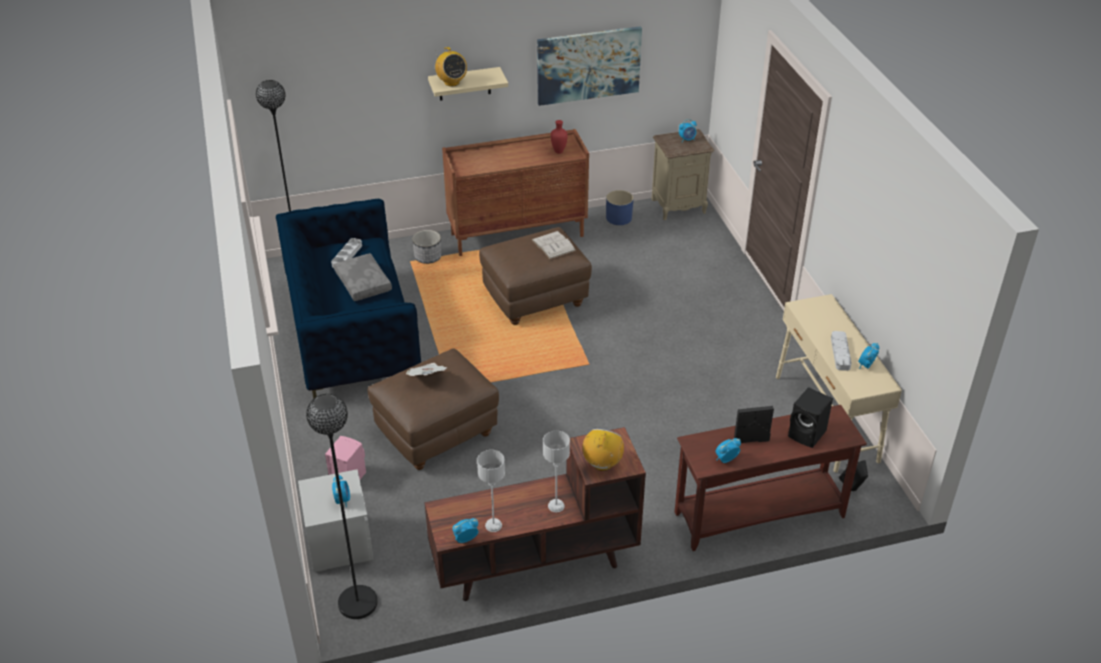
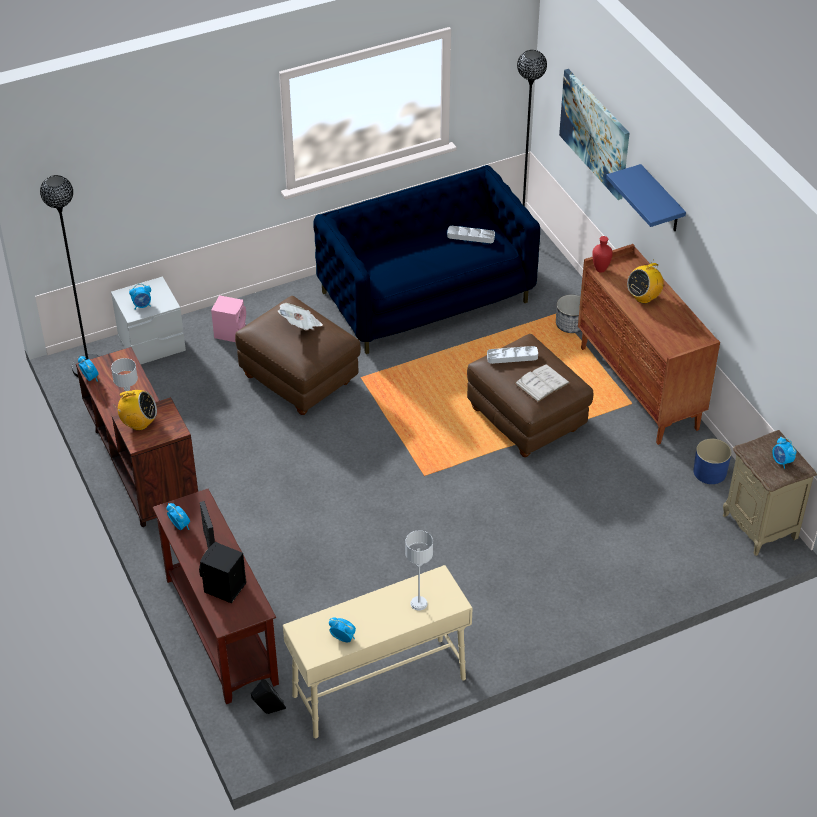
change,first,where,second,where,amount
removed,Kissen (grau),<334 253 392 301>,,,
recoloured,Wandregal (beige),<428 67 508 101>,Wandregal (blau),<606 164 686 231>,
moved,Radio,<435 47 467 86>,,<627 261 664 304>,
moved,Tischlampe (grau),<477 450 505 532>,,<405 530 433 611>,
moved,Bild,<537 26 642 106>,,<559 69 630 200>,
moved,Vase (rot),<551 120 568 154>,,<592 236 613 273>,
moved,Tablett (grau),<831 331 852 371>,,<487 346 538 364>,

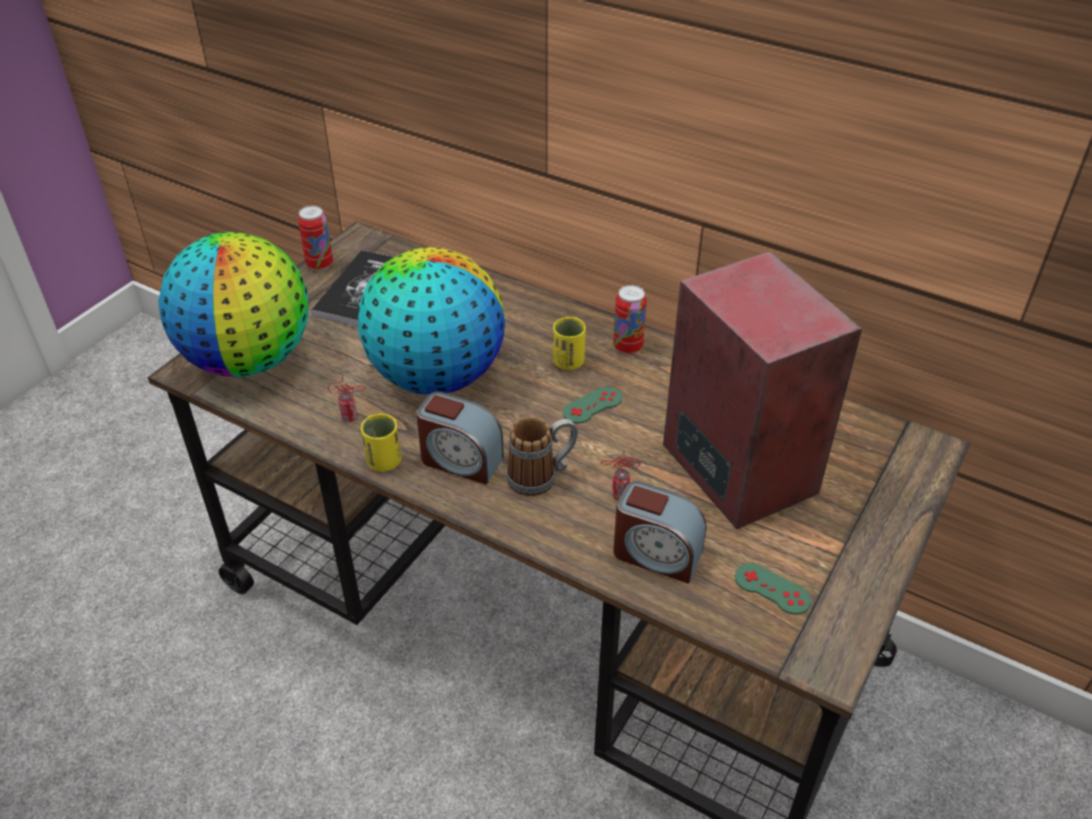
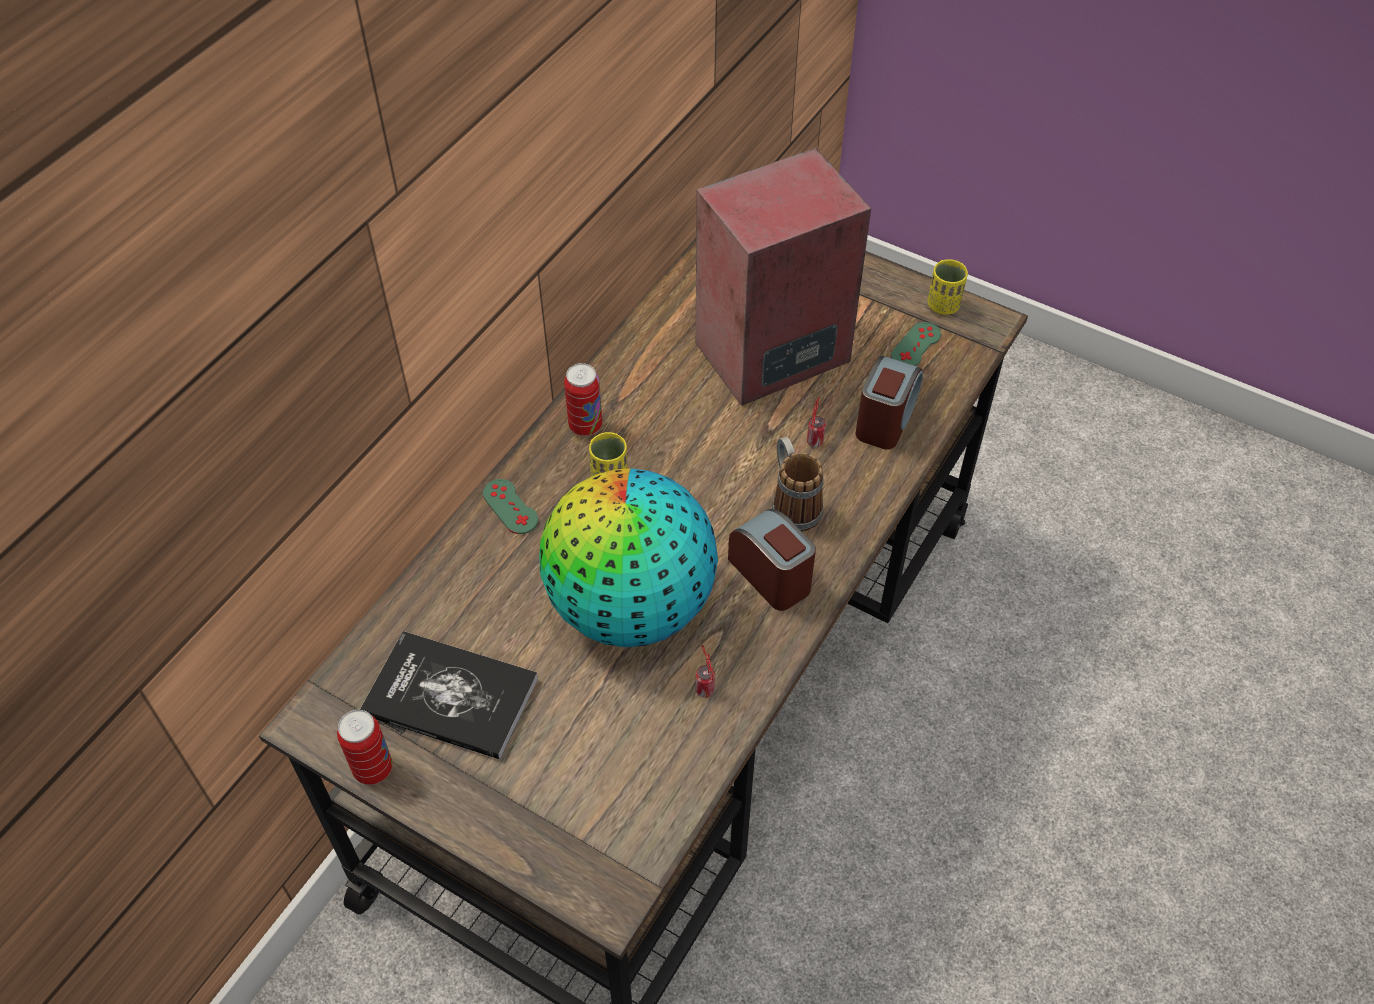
change,first,where,second,where,amount
removed,Globus,<158 232 308 377>,,,
moved,Tasse (gelb),<361 414 401 472>,,<927 259 968 315>,
turned,Wecker,<416 392 504 484>,,<728 509 816 611>,60 degrees counterclockwise
moved,Gamepad (grün),<562 387 622 424>,,<483 479 538 534>,

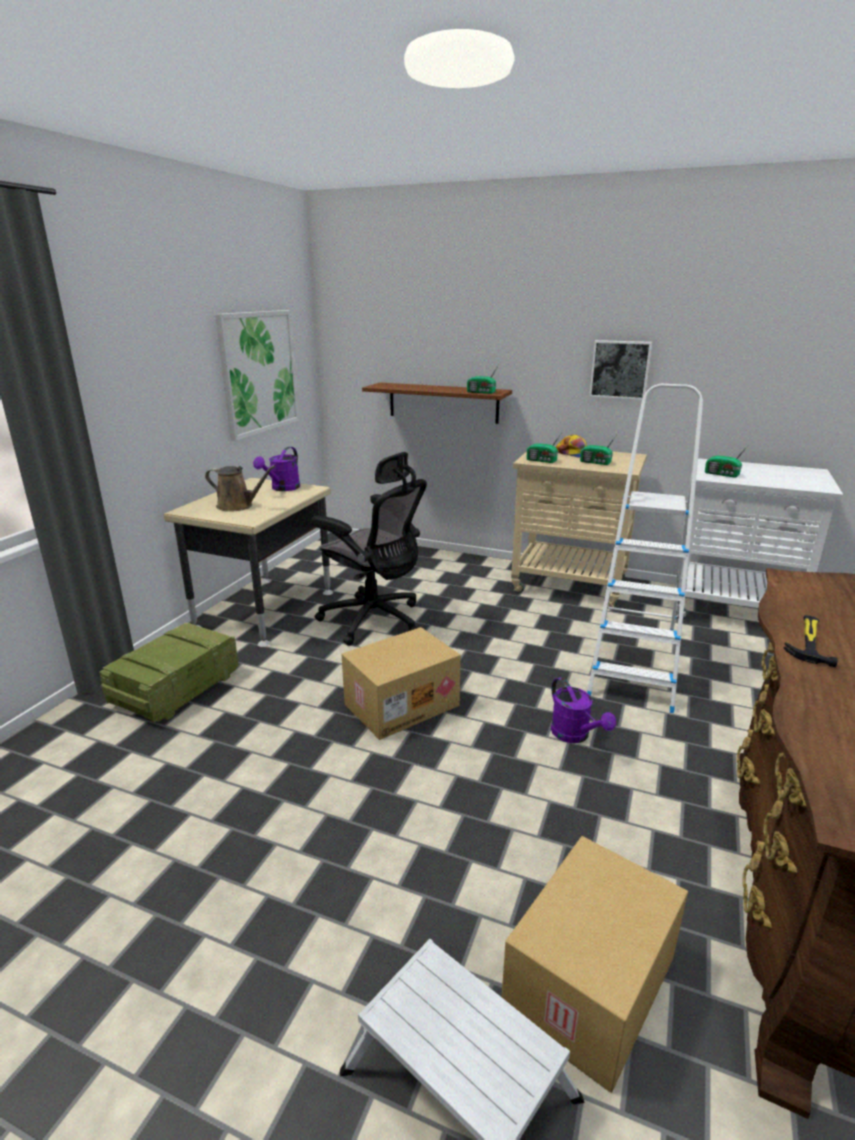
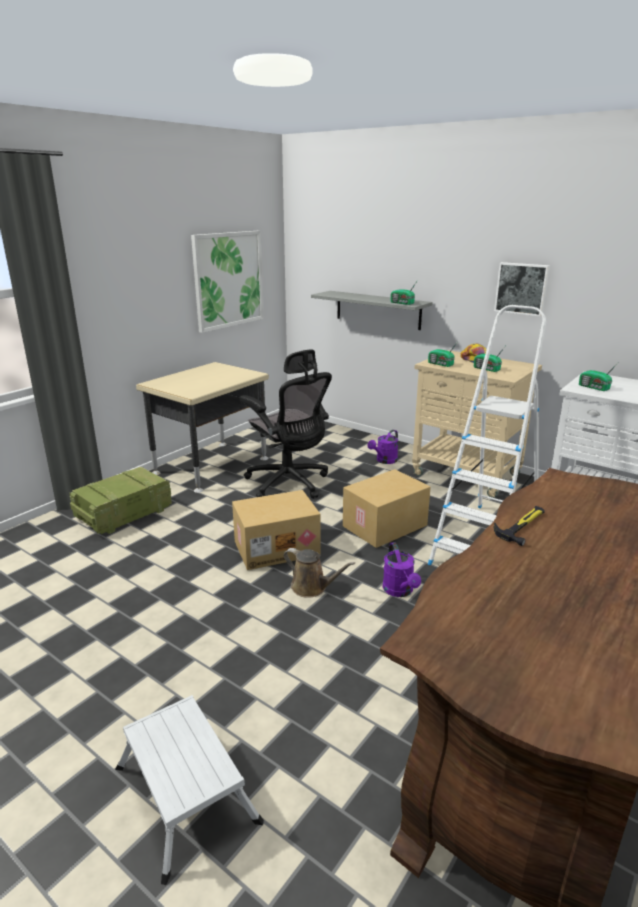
change,first,where,second,where,amount
moved,Gießkanne (braun),<205 465 276 512>,,<284 548 355 598>,
moved,Gießkanne (lila),<253 447 300 491>,,<368 430 398 464>,
recoloured,Wandregal (braun),<362 382 512 424>,Wandregal (grau),<311 291 433 330>,
moved,Karton,<502 836 688 1093>,,<343 469 431 548>,

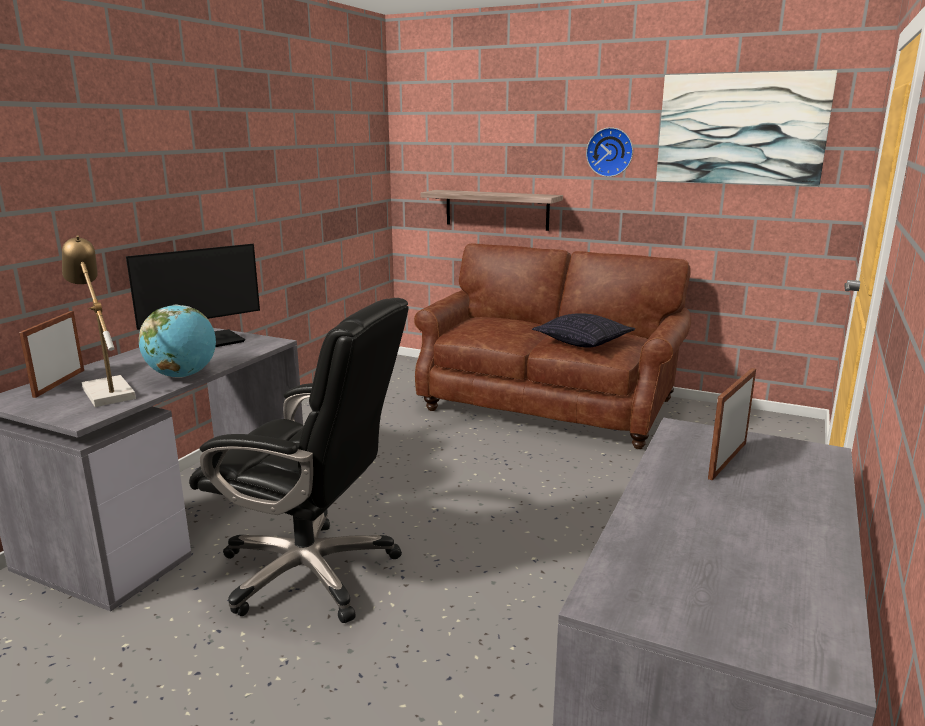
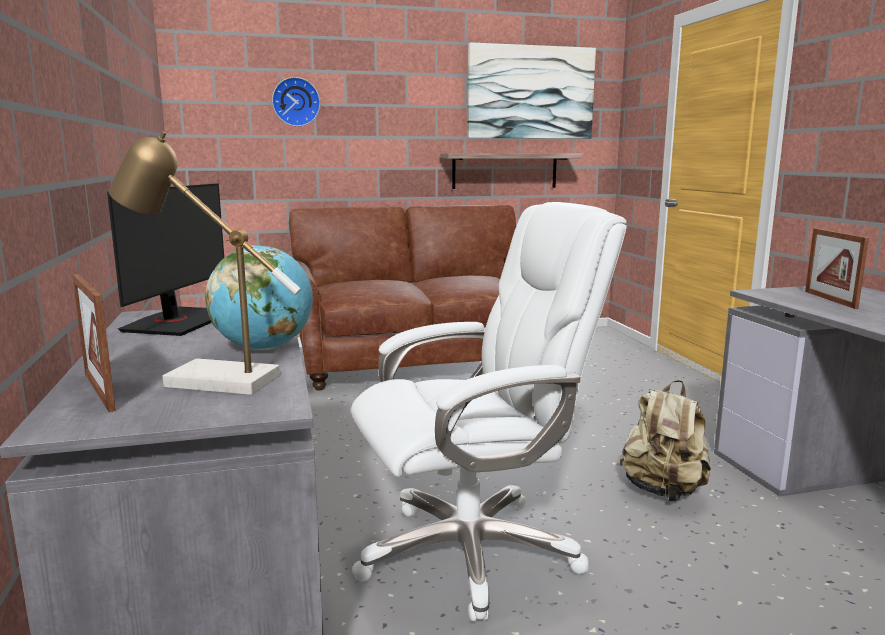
change,first,where,second,where,amount
recoloured,Bürostuhl (schwarz),<189 298 409 623>,Bürostuhl (weiß),<351 202 627 622>,
moved,Wandregal,<421 190 563 231>,,<440 153 582 189>,
removed,Kissen,<532 313 635 348>,,,
moved,Wanduhr,<586 127 633 177>,,<272 77 320 127>,
added,,,Rucksack (beige),<620 380 711 501>,

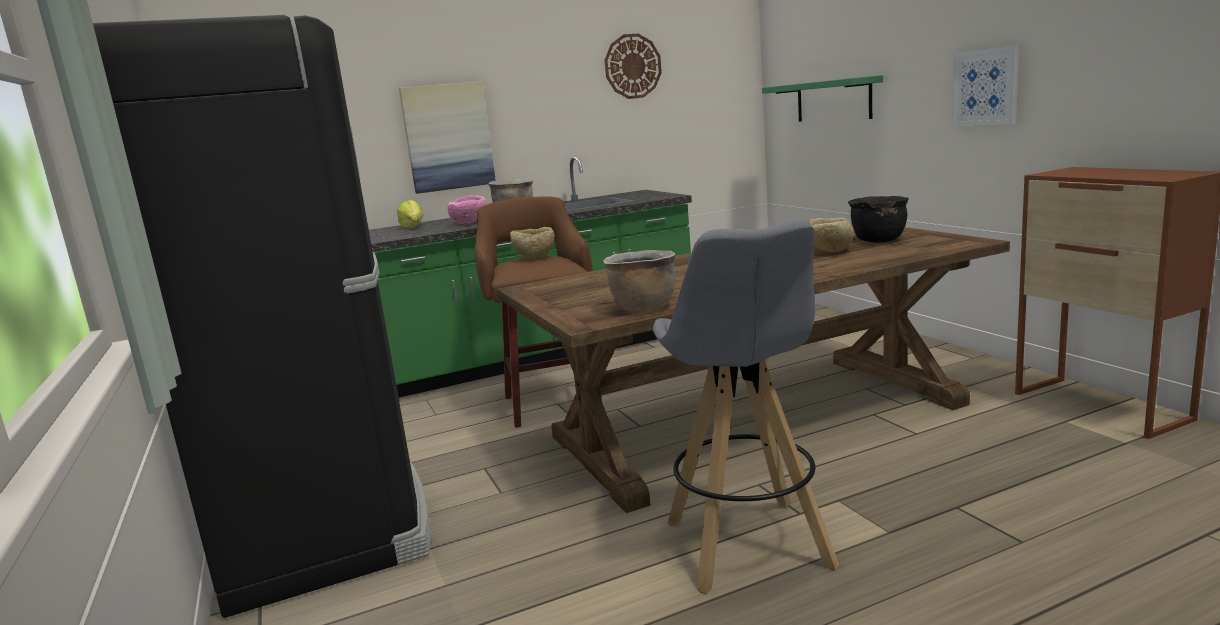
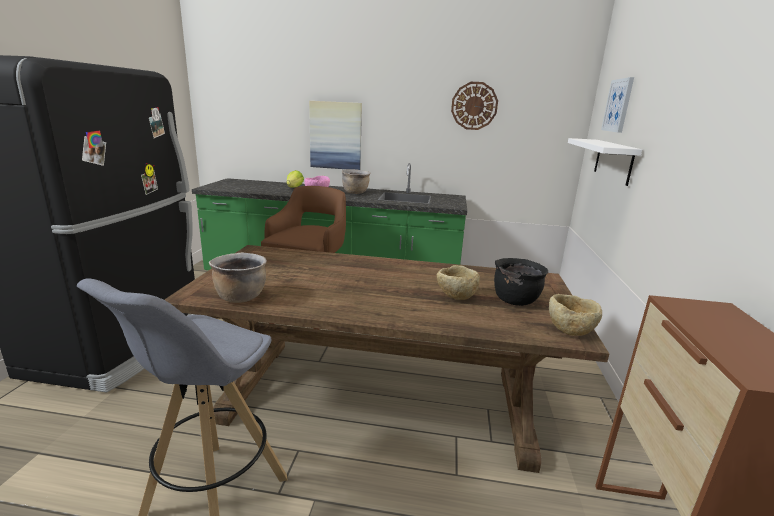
change,first,where,second,where,amount
moved,Schüssel (beige),<510 227 555 259>,,<549 294 602 336>,
recoloured,Wandregal (grün),<762 75 883 122>,Wandregal (weiß),<568 138 642 186>,
moved,Bild,<952 45 1019 126>,,<601 77 634 133>,

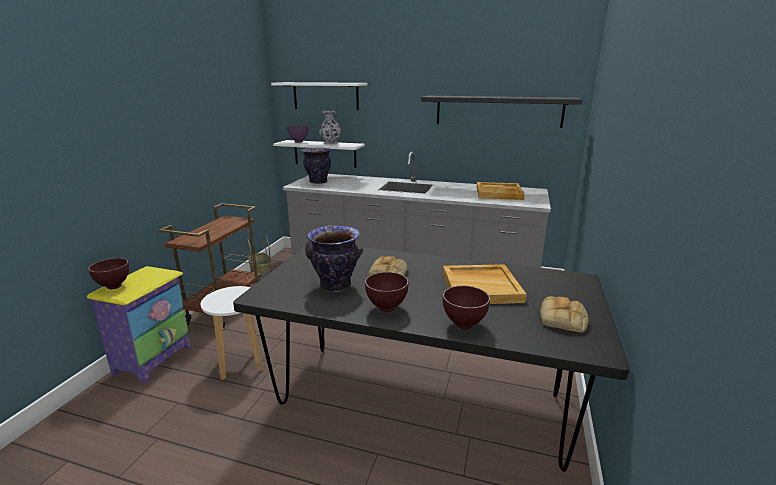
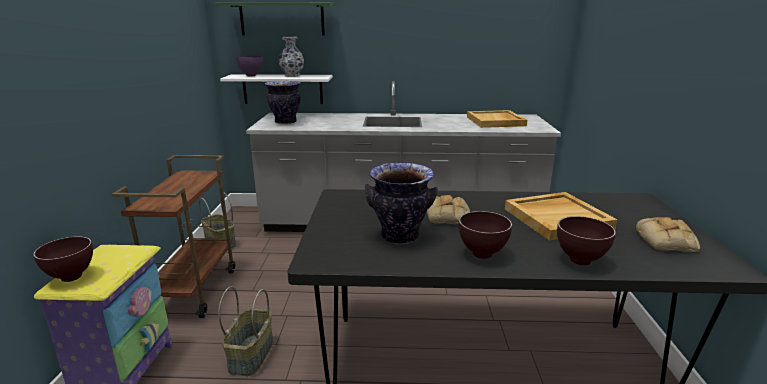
change,first,where,second,where,amount
replaced,Hocker (weiß),<201 286 262 380>,Korb,<218 286 273 376>,
recoloured,Wandregal (weiß),<271 82 368 110>,Wandregal (grün),<216 2 335 35>,
removed,Wandregal (schwarz),<421 96 582 128>,,,

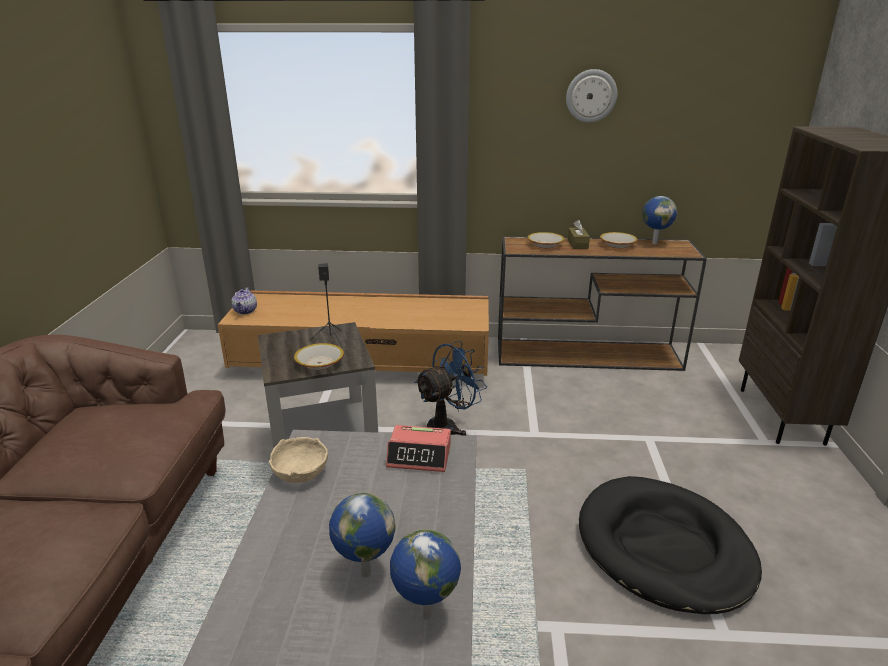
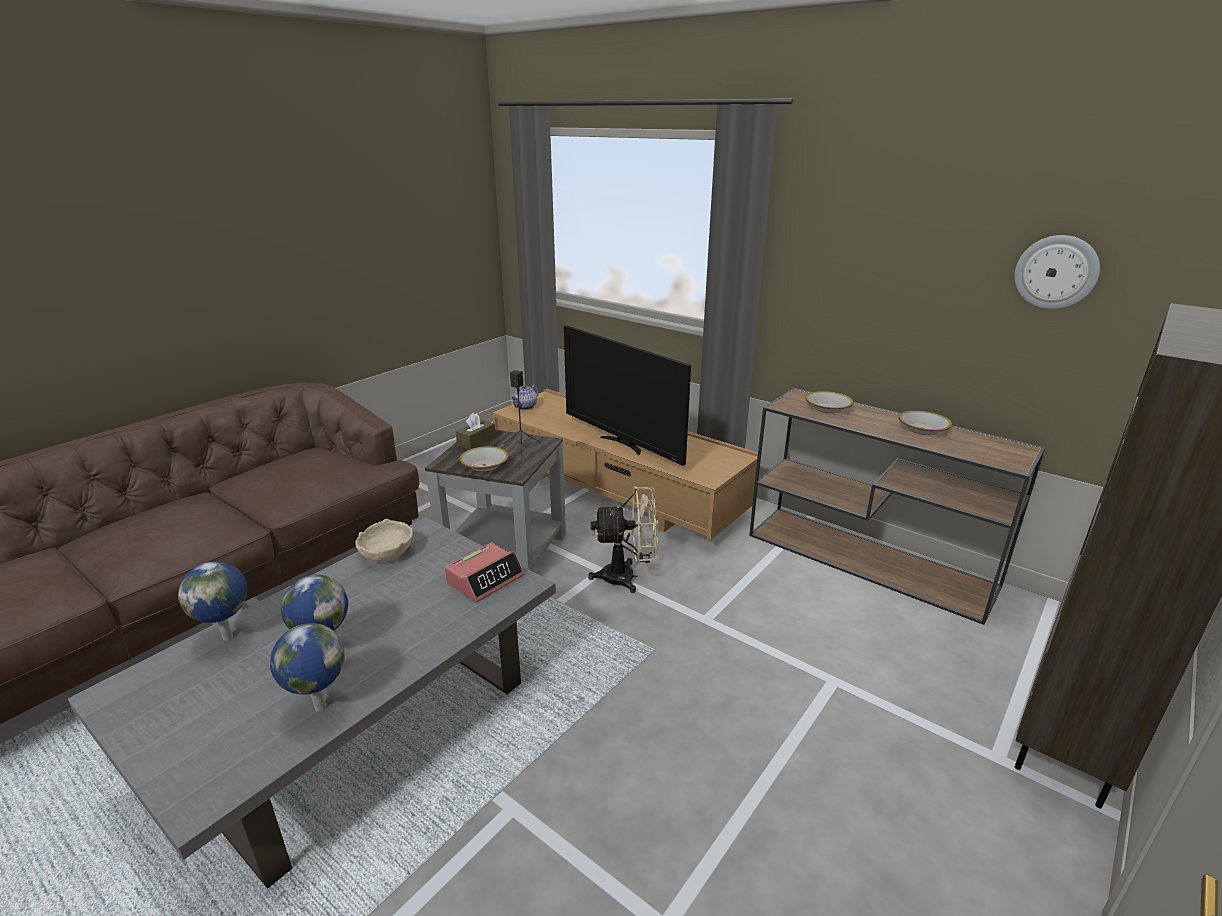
change,first,where,second,where,amount
turned,Wecker,<386 425 451 472>,,<445 542 524 603>,90 degrees counterclockwise
recoloured,Ventilator (blau),<414 341 487 436>,Ventilator (beige),<588 486 658 593>,
moved,Wanduhr,<566 69 617 123>,,<1014 235 1100 309>,
moved,Taschentuchbox (braun),<568 220 590 249>,,<456 412 496 450>,
removed,Hundebett (schwarz),<579 476 762 614>,,,
moved,Globus,<642 196 677 244>,,<178 561 247 641>,
added,,,Fernseher,<564 325 691 466>,

